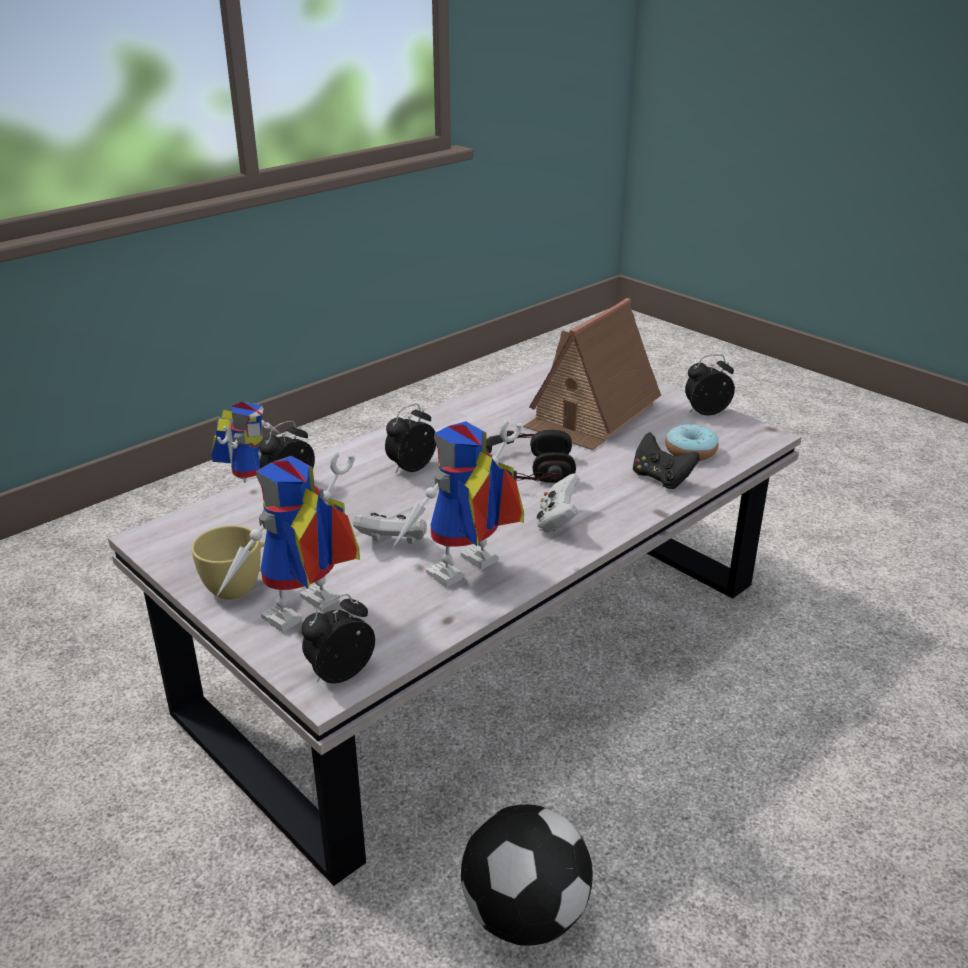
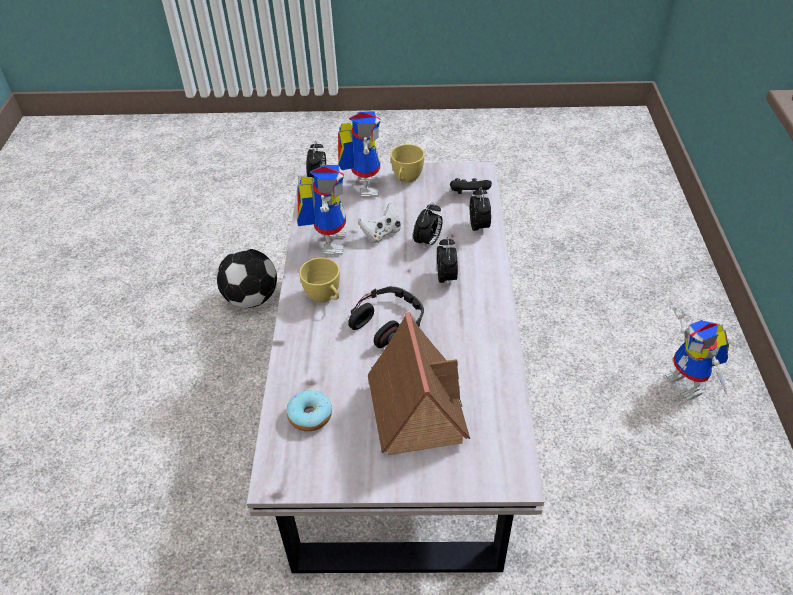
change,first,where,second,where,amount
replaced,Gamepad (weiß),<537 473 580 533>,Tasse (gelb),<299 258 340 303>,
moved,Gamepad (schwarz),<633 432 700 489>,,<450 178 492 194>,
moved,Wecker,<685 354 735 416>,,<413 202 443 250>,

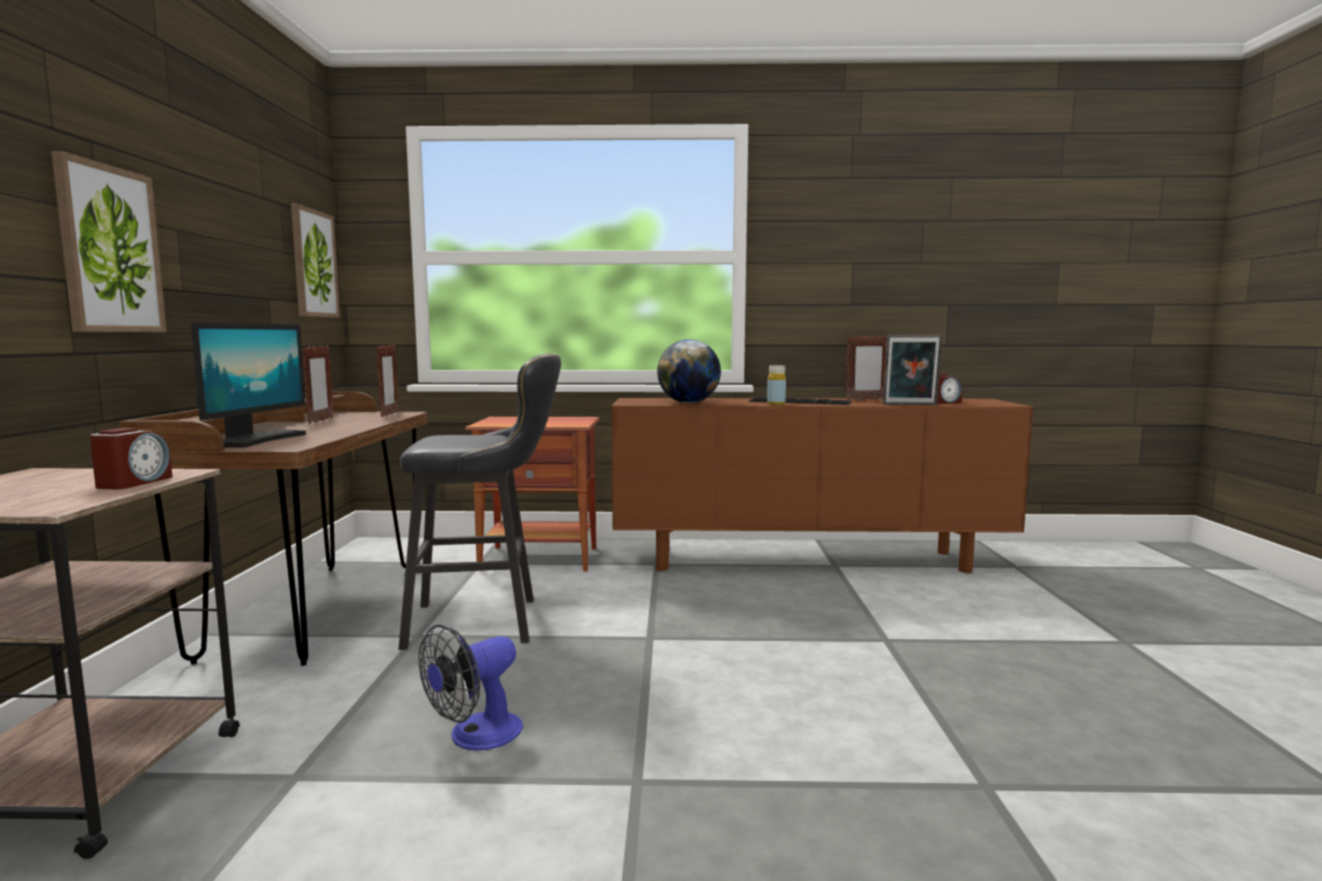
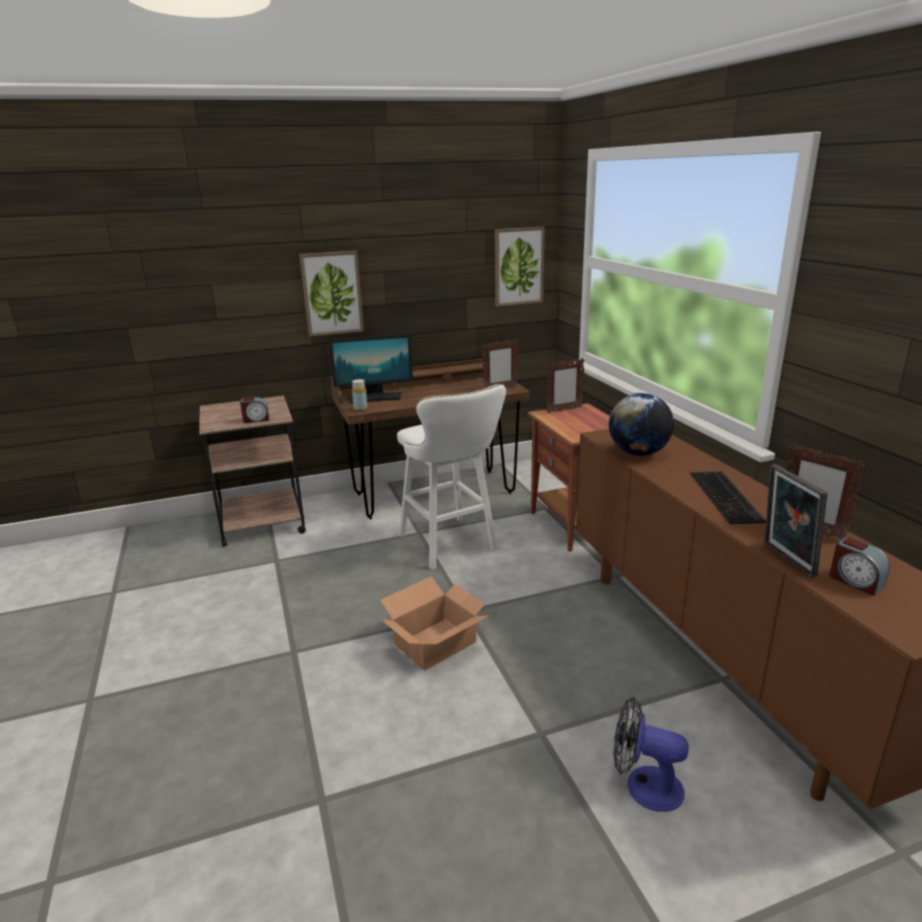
change,first,where,second,where,amount
moved,Bilderrahmen,<302 345 334 424>,,<547 358 585 413>,
recoloured,Hocker (schwarz),<398 353 561 650>,Hocker (weiß),<397 384 506 570>,
moved,Ventilator,<419 624 523 750>,,<614 697 689 812>,
moved,Flasche (gelb),<767 365 786 405>,,<352 379 368 411>,
added,,,Karton,<380 576 490 670>,

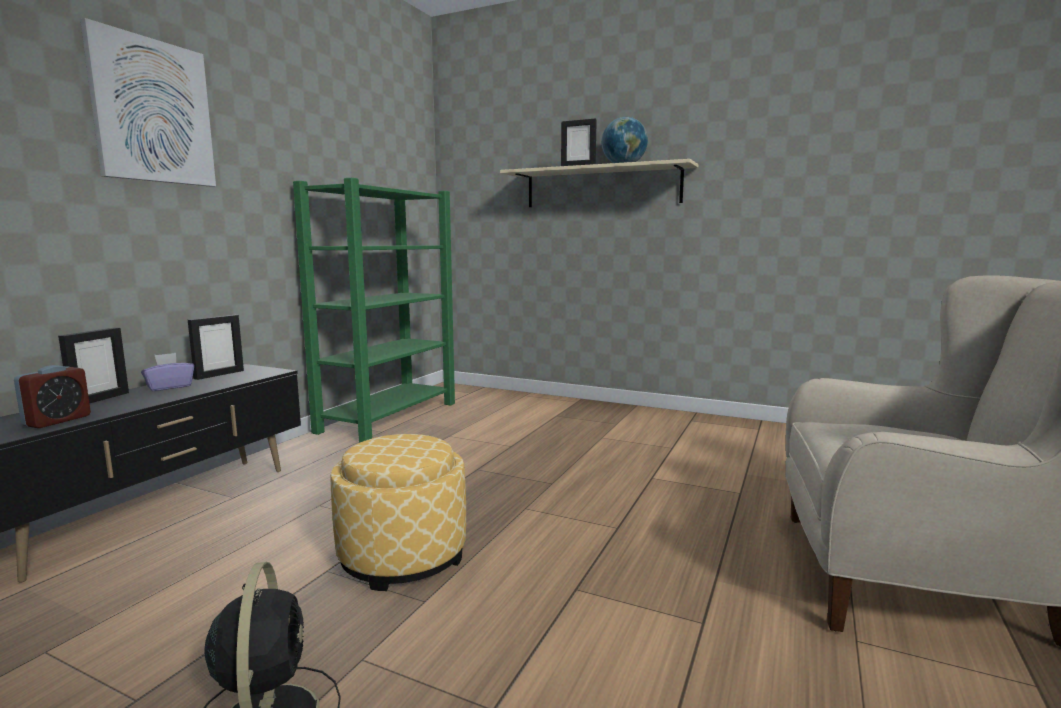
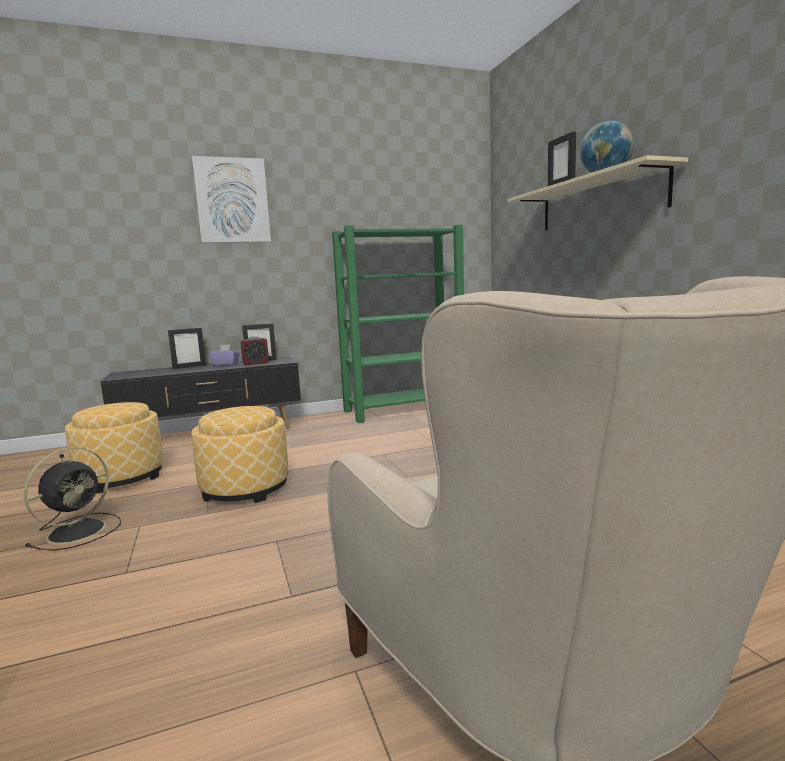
change,first,where,second,where,amount
moved,Wecker,<14 365 91 428>,,<240 336 269 365>,
added,,,Polsterhocker,<65 402 163 493>,

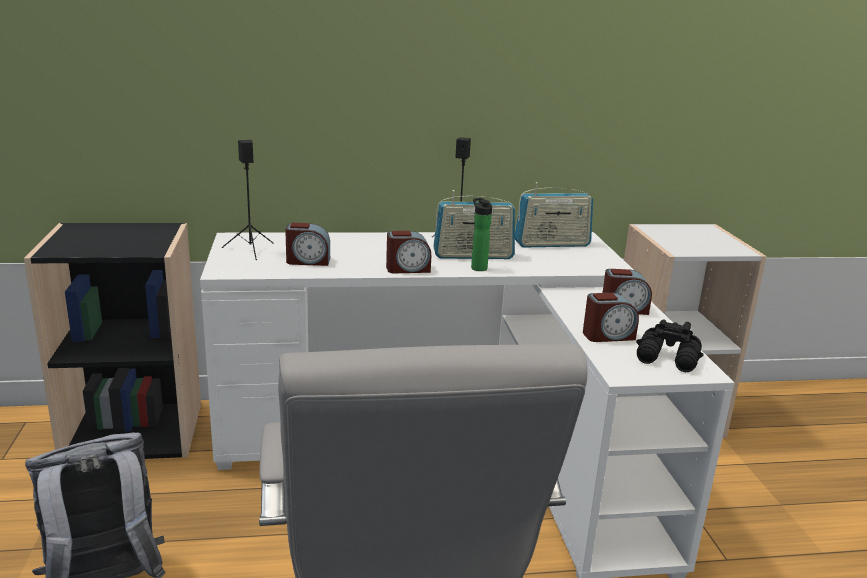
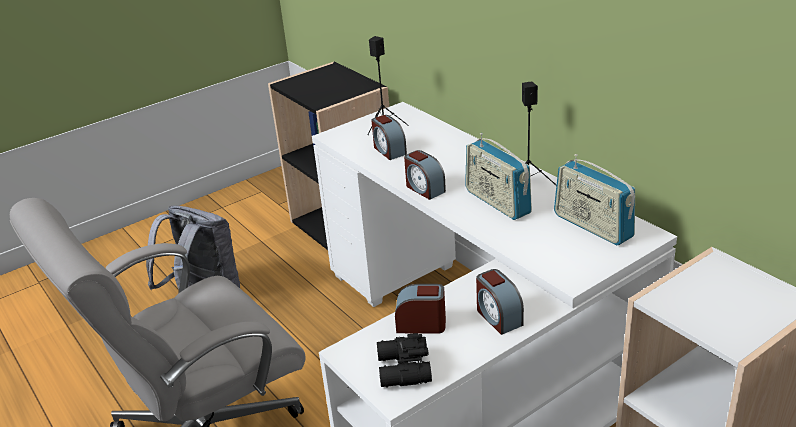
change,first,where,second,where,amount
removed,Flasche,<471 198 492 271>,,,
turned,Wecker,<583 293 639 342>,,<395 284 446 334>,135 degrees clockwise

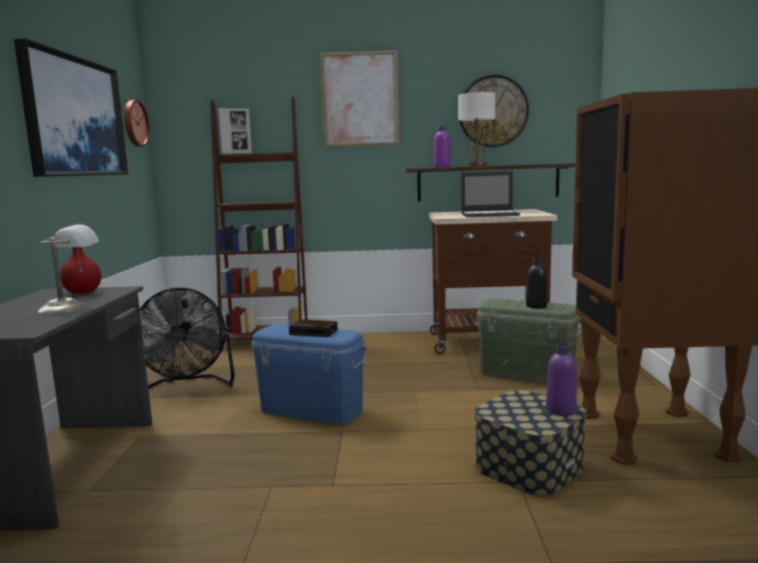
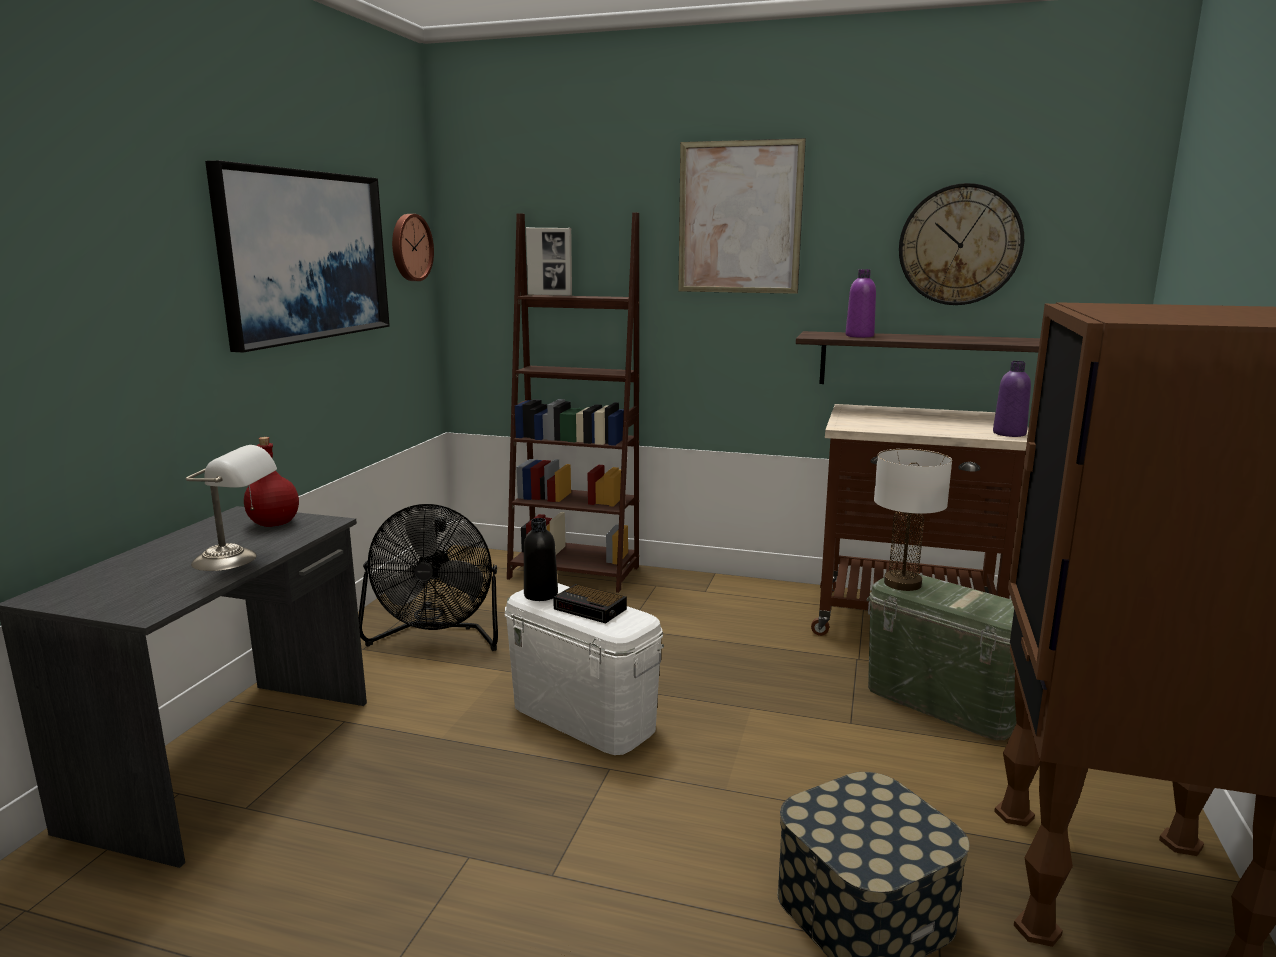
change,first,where,second,where,amount
recoloured,Aufbewahrungsbox (blau),<251 324 366 425>,Aufbewahrungsbox (weiß),<505 583 664 755>,
moved,Tischlampe,<458 92 495 166>,,<874 449 952 591>,
removed,Laptop,<461 171 520 217>,,,
moved,Flasche (schwarz),<526 258 548 309>,,<524 518 558 601>,
moved,Flasche (lila),<546 343 577 416>,,<993 361 1031 437>,

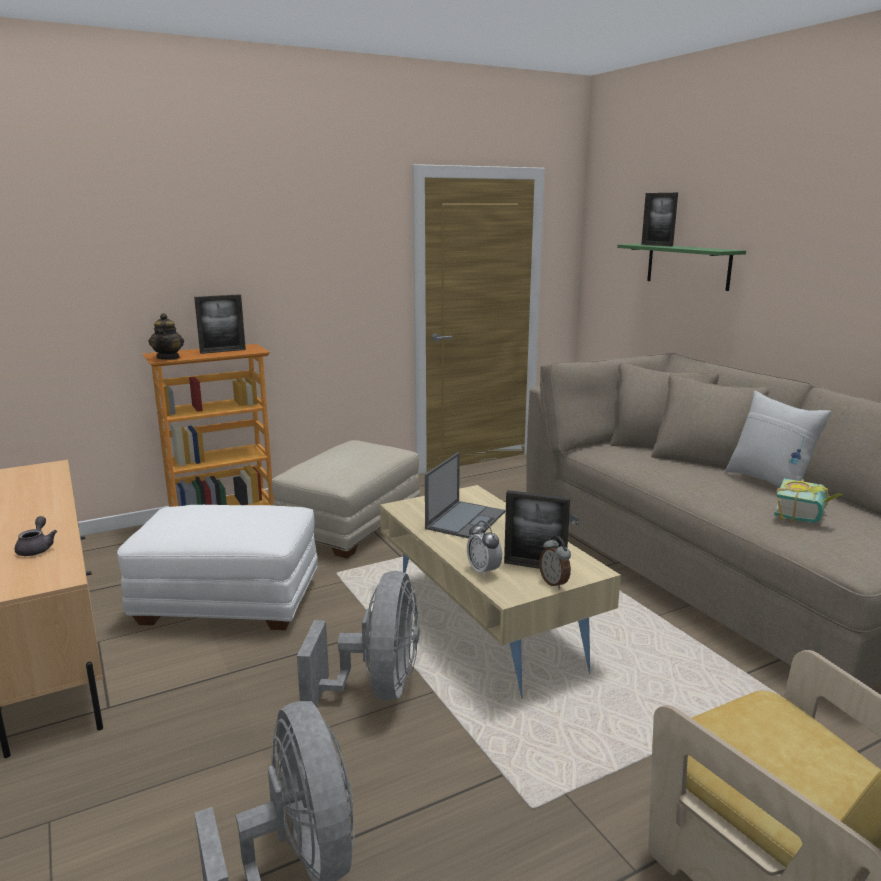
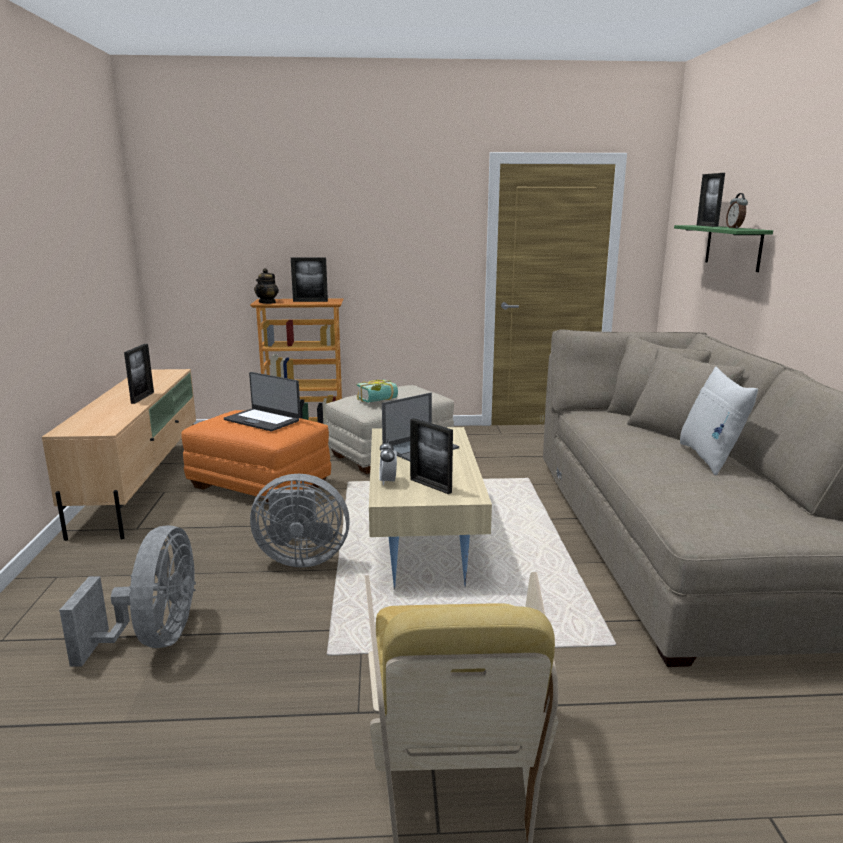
change,first,where,second,where,amount
removed,Teekanne (grau),<15 516 57 556>,,,
recoloured,Polsterhocker (weiß),<117 505 318 630>,Polsterhocker (orange),<181 410 331 505>,
turned,Ventilator (grau),<297 571 419 707>,,<250 474 350 567>,60 degrees clockwise
moved,Wecker,<539 536 571 589>,,<726 193 748 228>,
moved,Buch,<774 478 844 523>,,<357 379 398 403>,
added,,,Bilderrahmen,<124 344 154 404>,
added,,,Laptop,<224 372 301 431>,

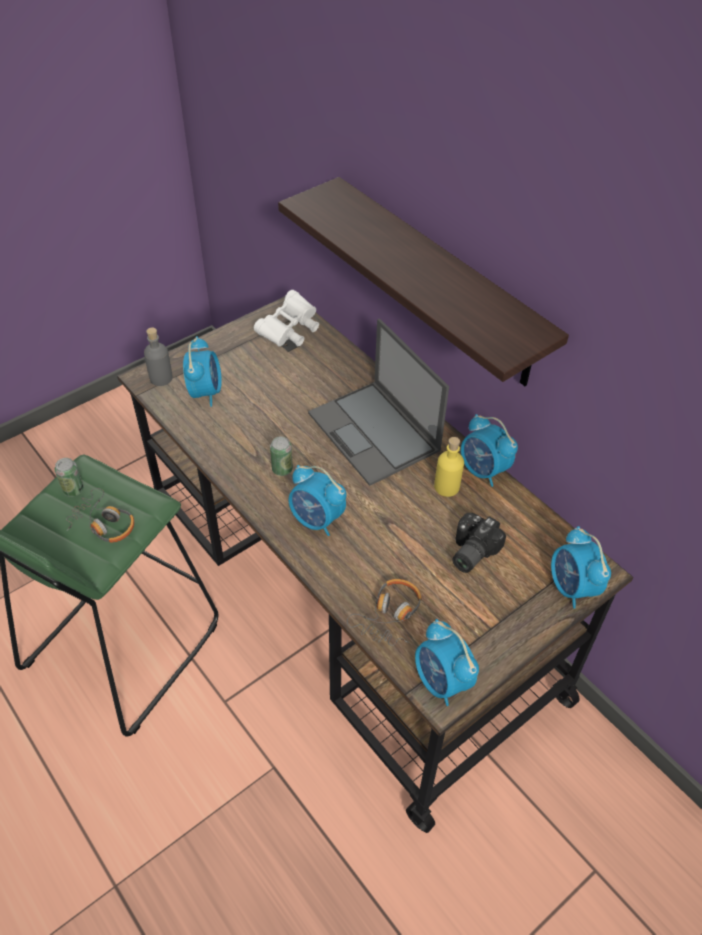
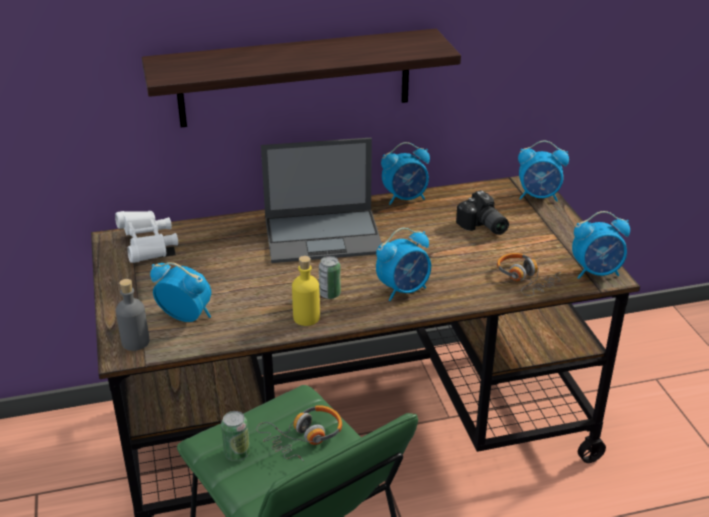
change,first,where,second,where,amount
moved,Flasche (gelb),<434 437 464 497>,,<292 256 320 326>,

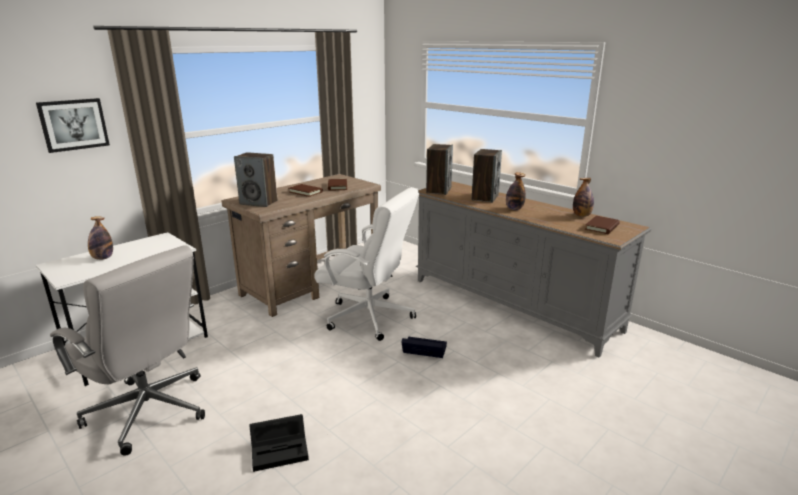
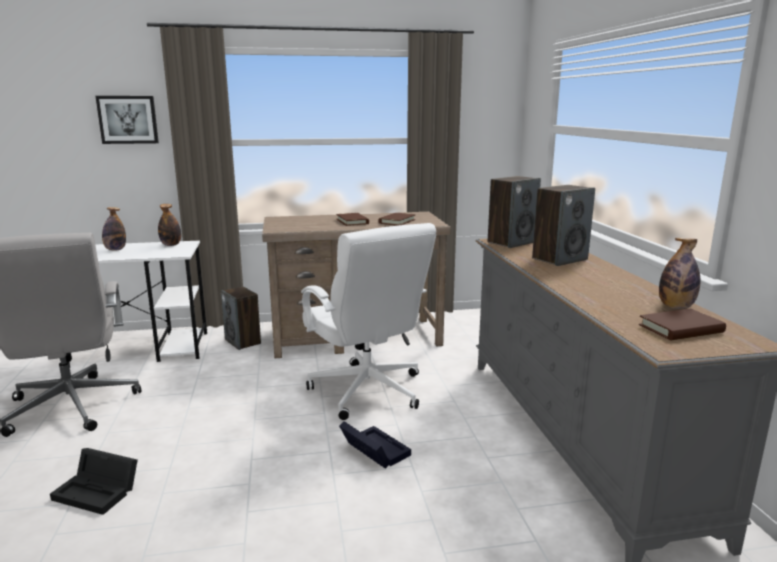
change,first,where,second,where,amount
moved,Lautsprecher,<234 152 277 207>,,<221 287 261 350>,
moved,Flasche,<506 172 526 210>,,<158 204 181 246>,

